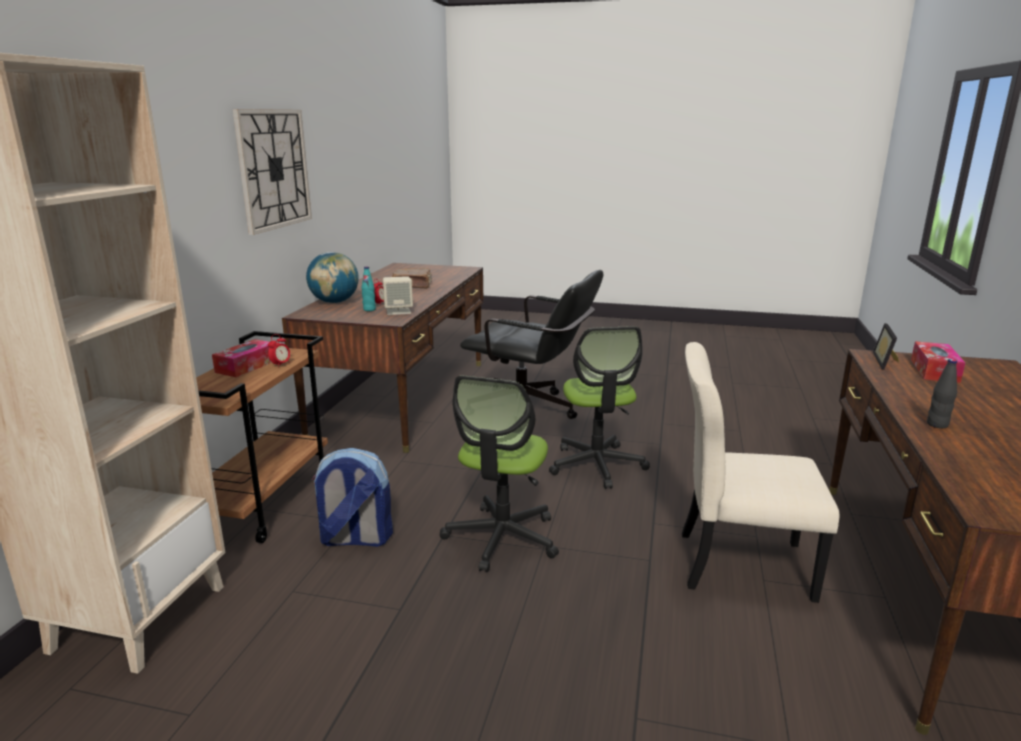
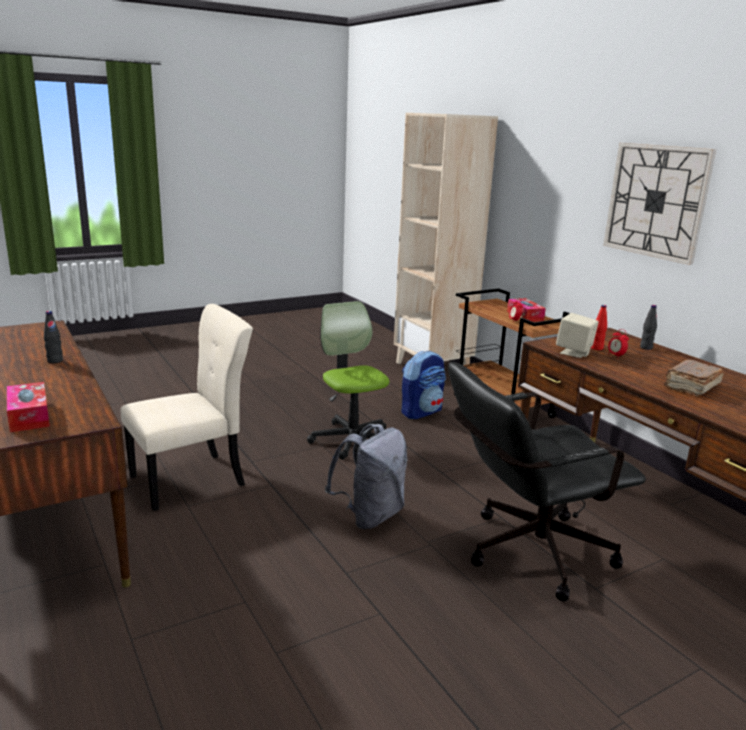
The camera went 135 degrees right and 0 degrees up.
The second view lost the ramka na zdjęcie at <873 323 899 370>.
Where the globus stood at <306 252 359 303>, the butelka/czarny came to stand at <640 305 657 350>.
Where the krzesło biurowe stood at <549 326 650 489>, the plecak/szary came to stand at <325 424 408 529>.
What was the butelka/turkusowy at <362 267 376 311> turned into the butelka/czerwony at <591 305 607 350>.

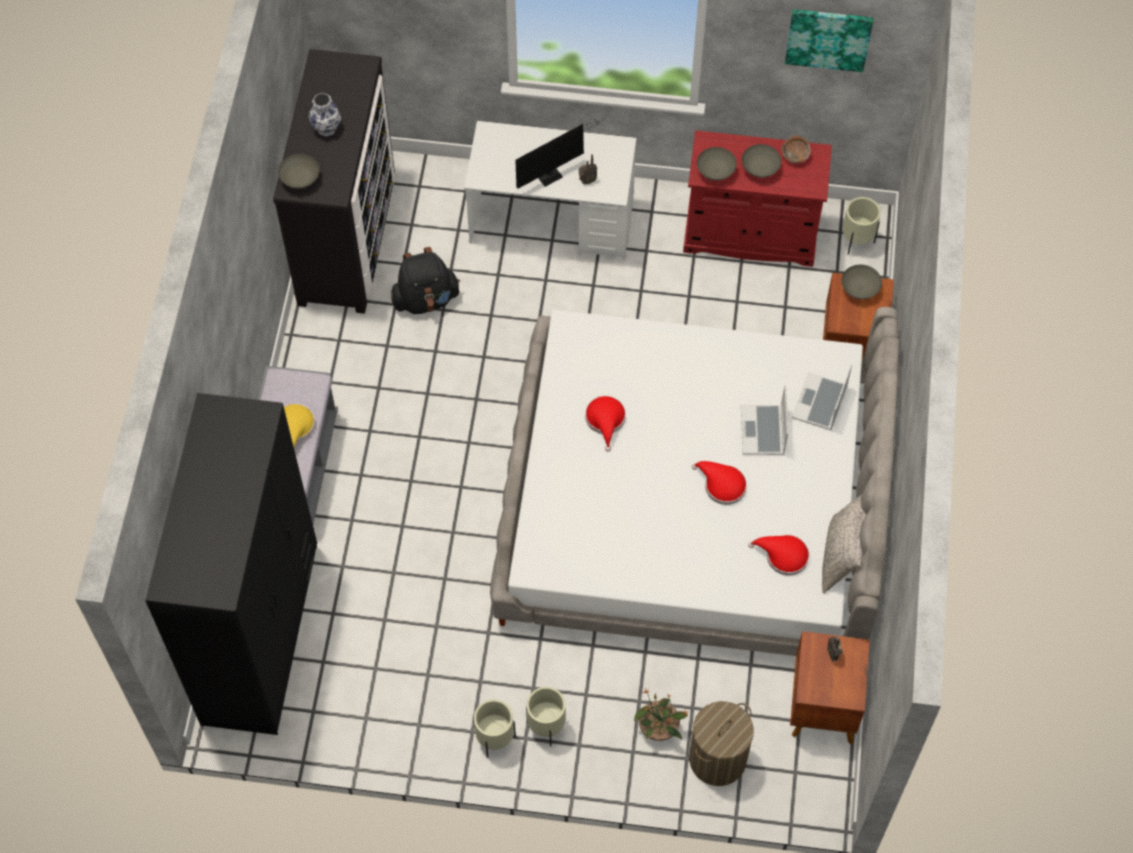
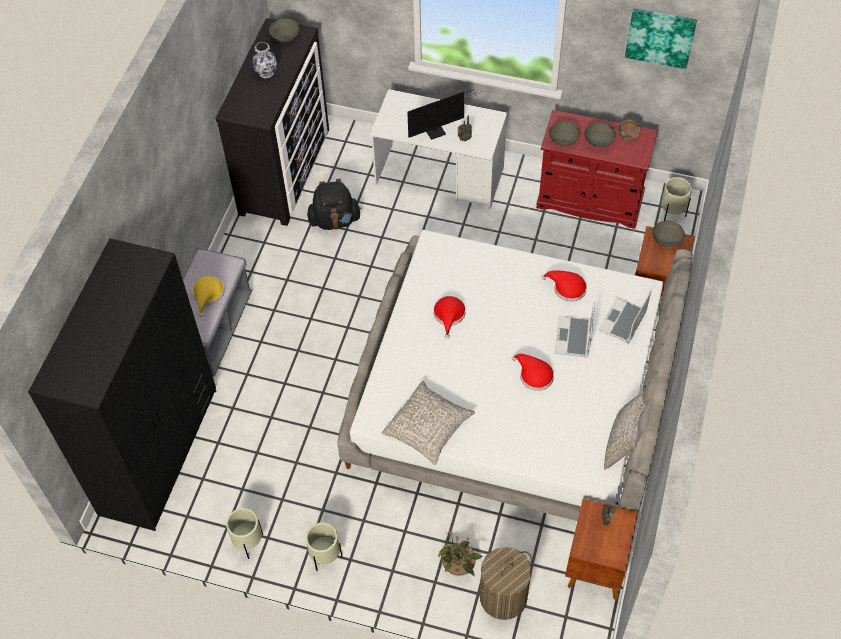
The camera went 10 degrees right and 5 degrees down.
The second view gained the poduszka/szary at <382 381 475 465>.
The miska/szary ended up elsewhere, having gone from <278 154 320 189> to <269 18 300 42>.
The donica/beżowy ended up elsewhere, having gone from <526 687 566 747> to <226 508 263 559>.
The kapelusz/czerwony ended up elsewhere, having gone from <748 535 809 576> to <541 271 587 302>.

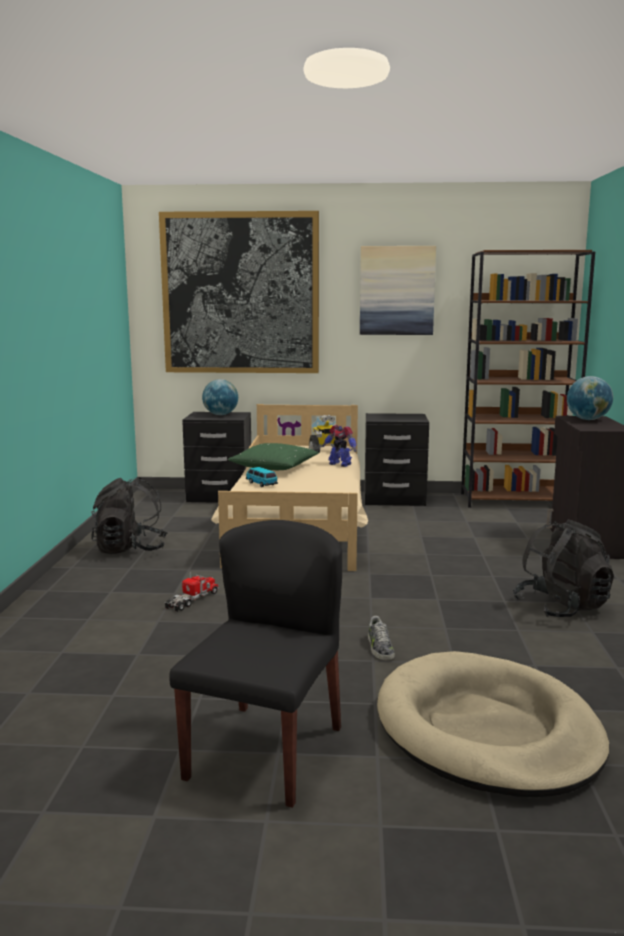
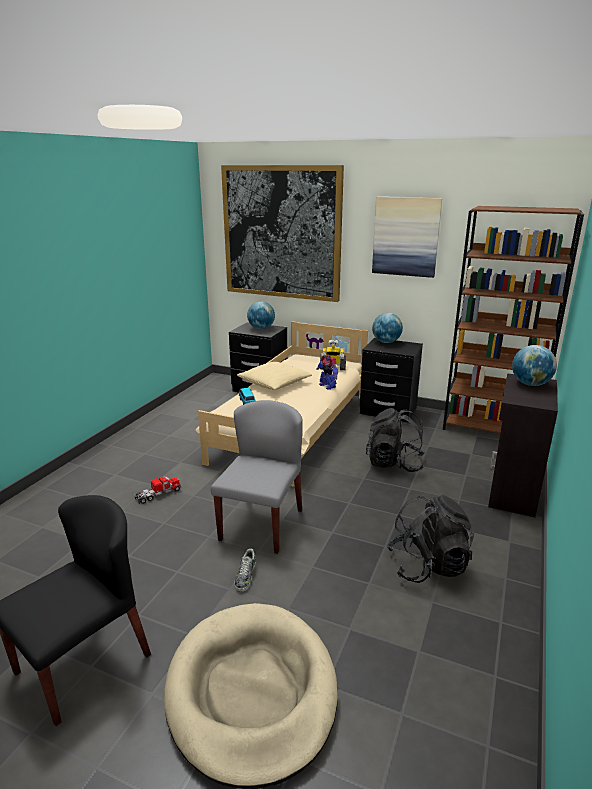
The camera went 20 degrees right and 10 degrees up.
The second view gained the krzesło/szary at <211 400 303 554>.
The second view gained the globus at <372 313 403 343>.
The plecak/czarny ended up elsewhere, having gone from <91 477 168 554> to <366 408 425 472>.
What was the poduszka/zielony at <228 443 319 470> turned into the poduszka/beżowy at <237 362 312 390>.

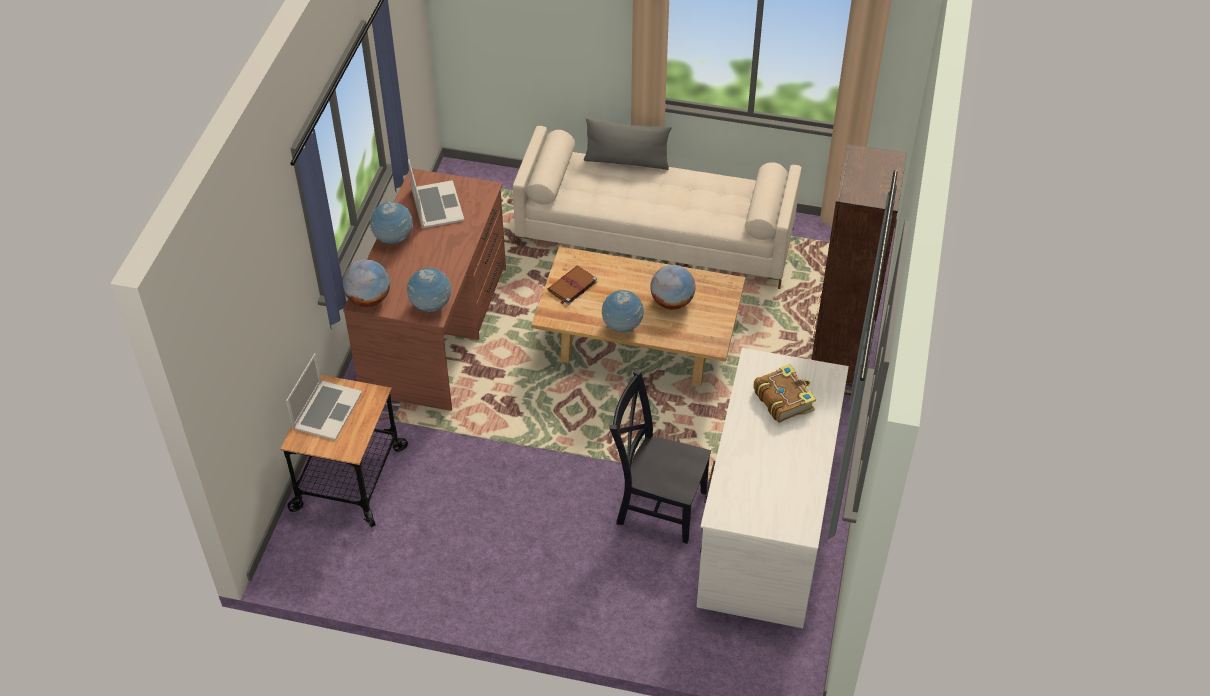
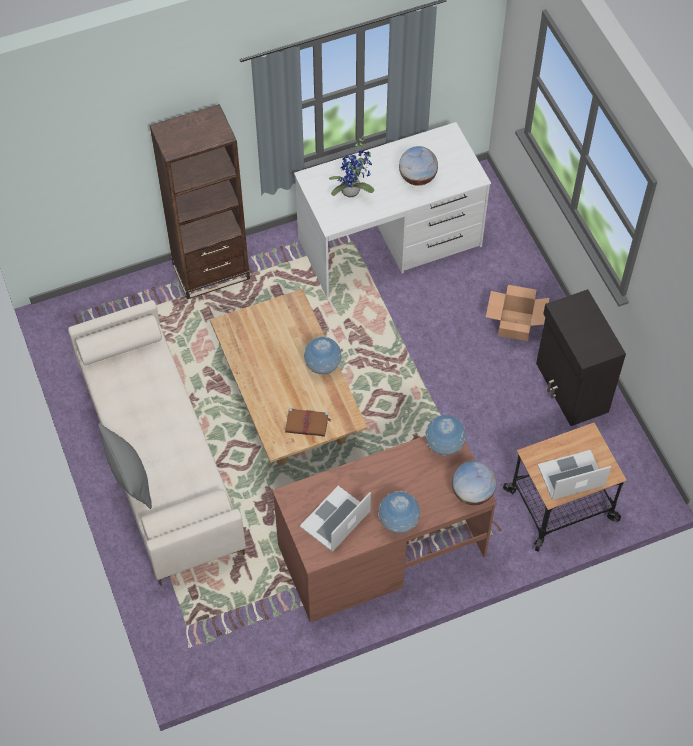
The camera went 125 degrees left and 10 degrees up.
The second view lost the krzesło/czarny at <610 370 711 544>.
The second view gained the karton at <486 285 550 341>.
The second view gained the szafka/czarny at <536 289 626 426>.
The globus ended up elsewhere, having gone from <651 265 695 310> to <399 146 438 186>.
Where the książka stood at <753 364 816 423>, the roślina doniczkowa came to stand at <329 136 374 197>.

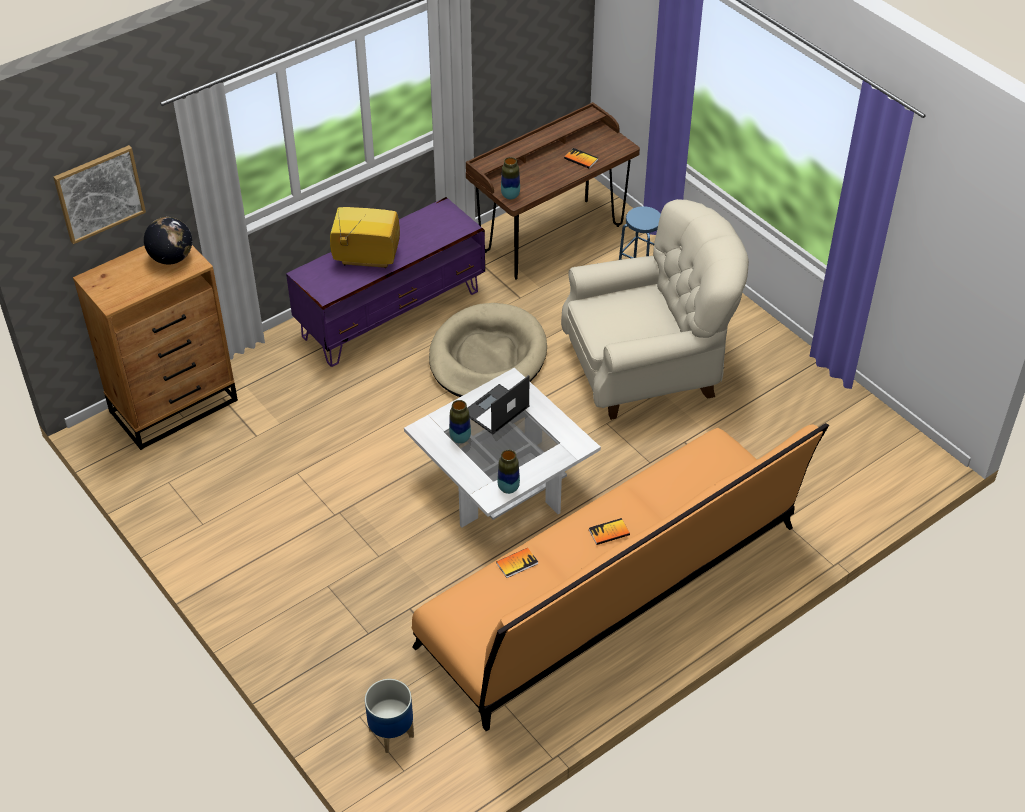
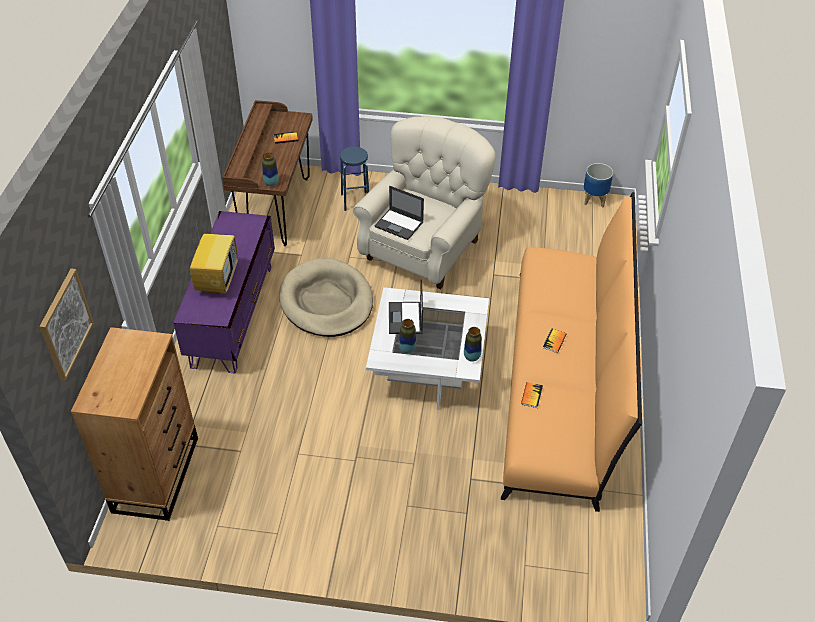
The camera went 45 degrees left and 0 degrees up.
The second view lost the globus at <144 217 192 265>.
The second view gained the laptop at <374 186 424 240>.
The donica ended up elsewhere, having gone from <365 679 414 753> to <584 163 613 207>.
The telewizor at <330 207 400 268> ended up facing another way, 135 degrees clockwise from before.

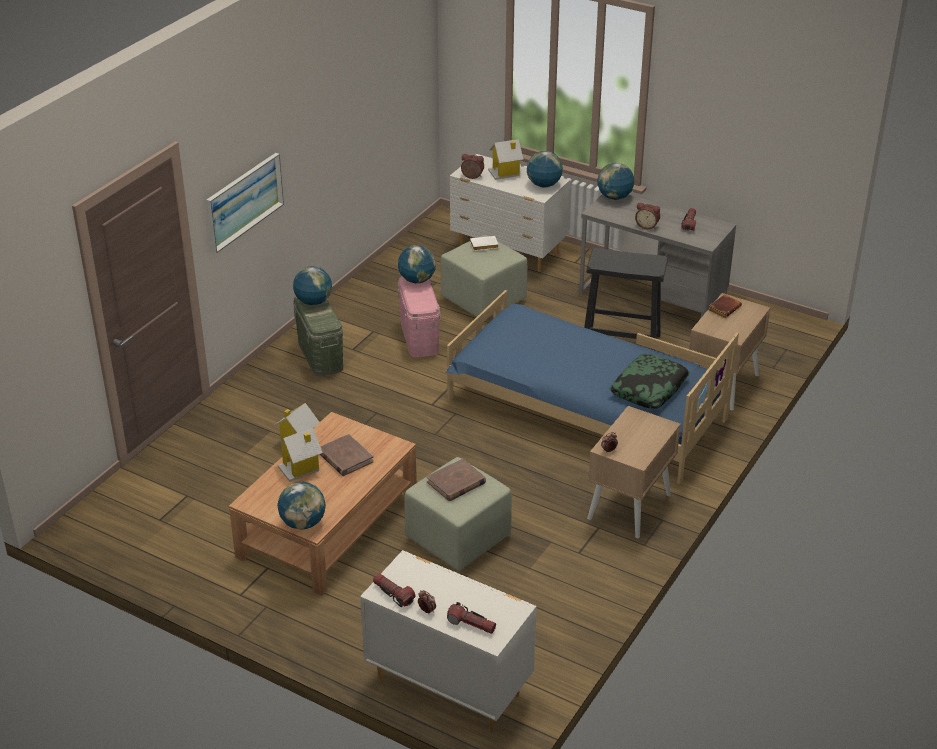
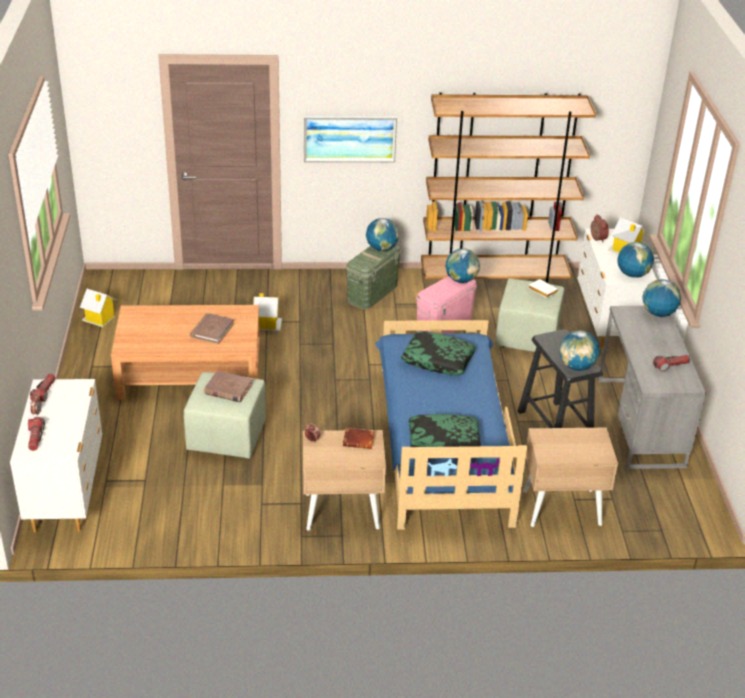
The camera went 55 degrees right and 0 degrees up.
The second view lost the budzik at <635 202 660 229>.
The second view gained the poduszka at <401 331 476 375>.
The second view gained the regał/brązowy at <421 92 596 283>.
The domek ended up elsewhere, having gone from <277 428 323 482> to <80 289 117 327>.
The globus ended up elsewhere, having gone from <277 482 326 530> to <559 330 600 371>.
The książka/brązowy ended up elsewhere, having gone from <708 294 742 318> to <343 428 374 449>.

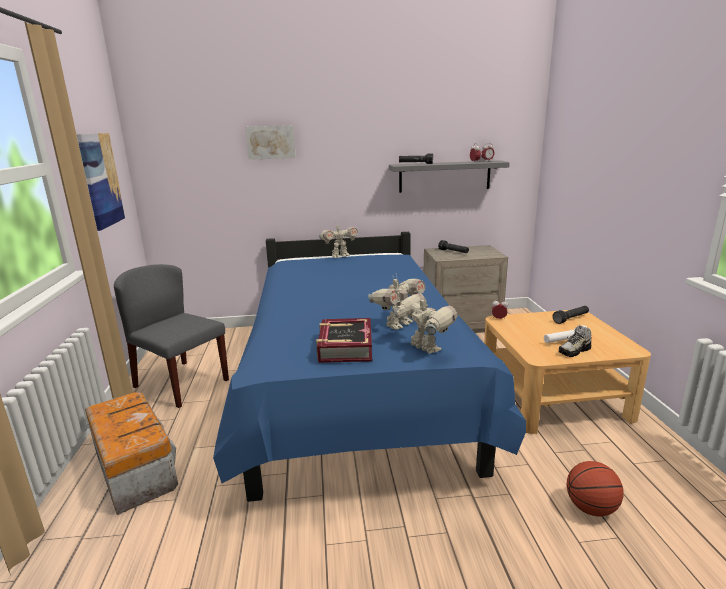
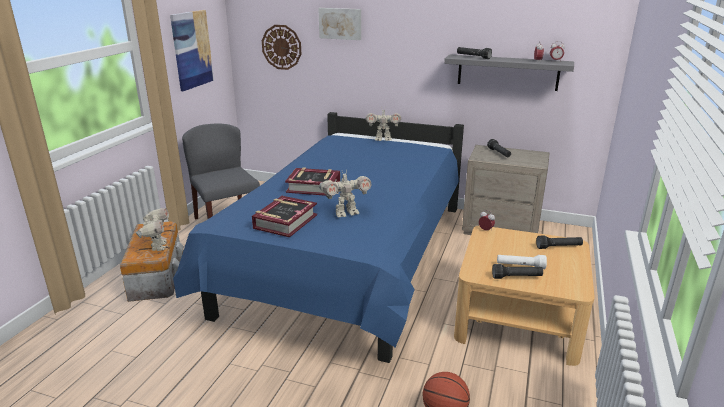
The camera went 25 degrees right and 5 degrees up.
The second view gained the zegar ścienny at <262 25 302 70>.
The second view gained the książka at <285 168 340 196>.
The robot zabawkowy ended up elsewhere, having gone from <393 293 458 354> to <136 208 169 251>.
Where the but stood at <559 325 592 357>, the latarka/czarny came to stand at <492 264 543 279>.

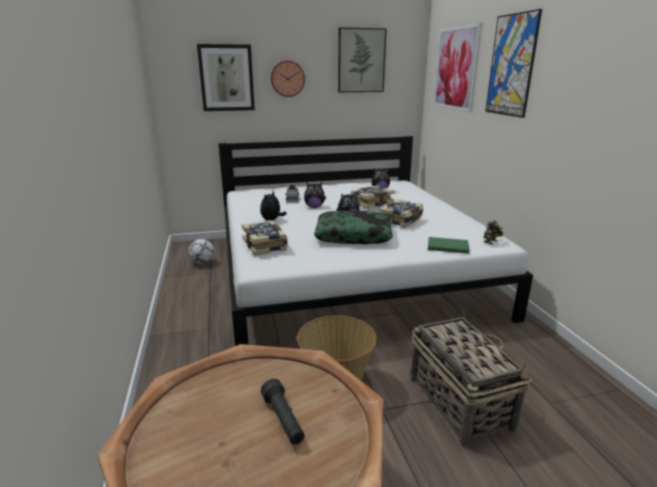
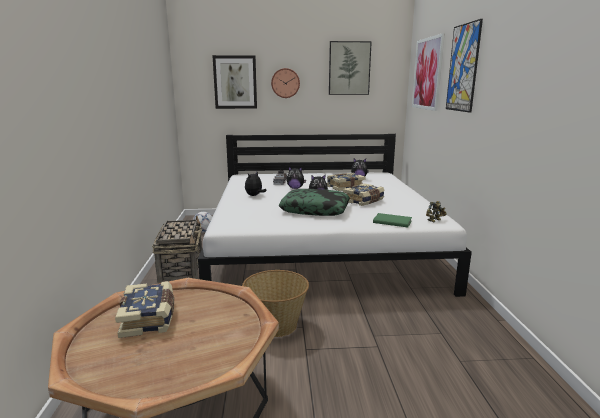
The camera went 10 degrees right and 5 degrees down.
The second view lost the latarka/czarny at <261 379 305 445>.
The książka ended up elsewhere, having gone from <242 220 288 256> to <115 281 174 338>.
The koszyk ended up elsewhere, having gone from <410 311 532 447> to <152 216 203 283>.

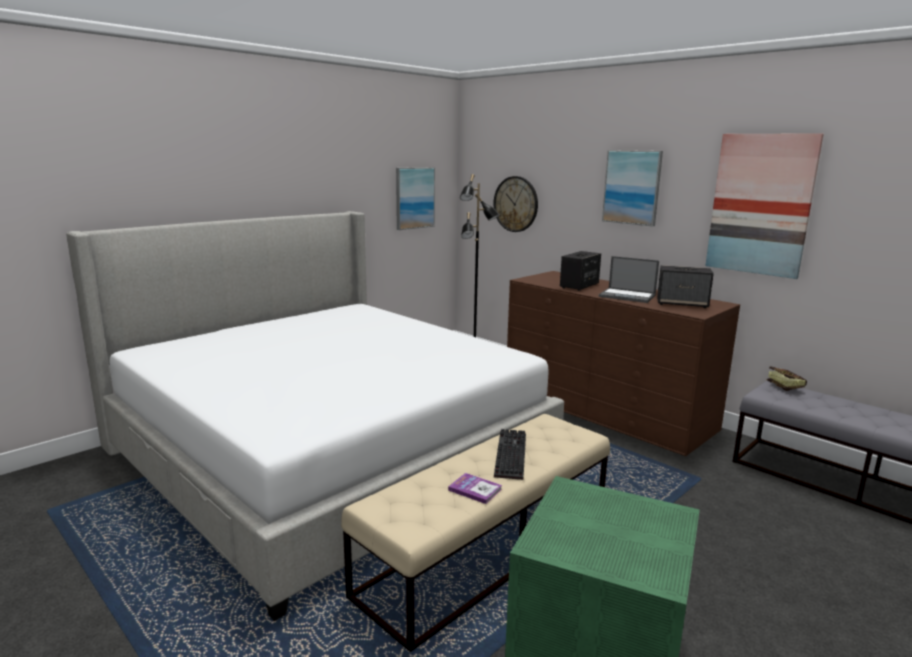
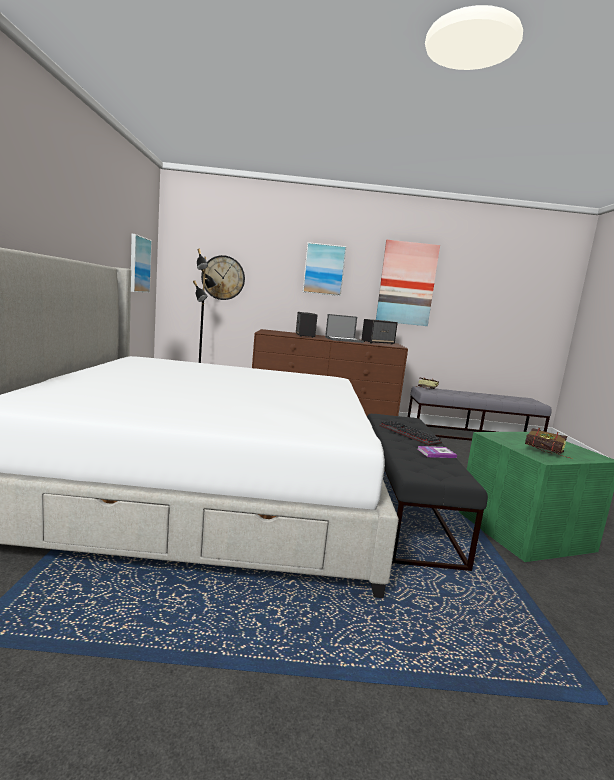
The camera went 45 degrees left and 5 degrees down.
The second view gained the książka at <525 428 572 459>.
What was the ławka/beżowy at <341 414 610 652> turned into the ławka/czarny at <367 414 488 571>.

